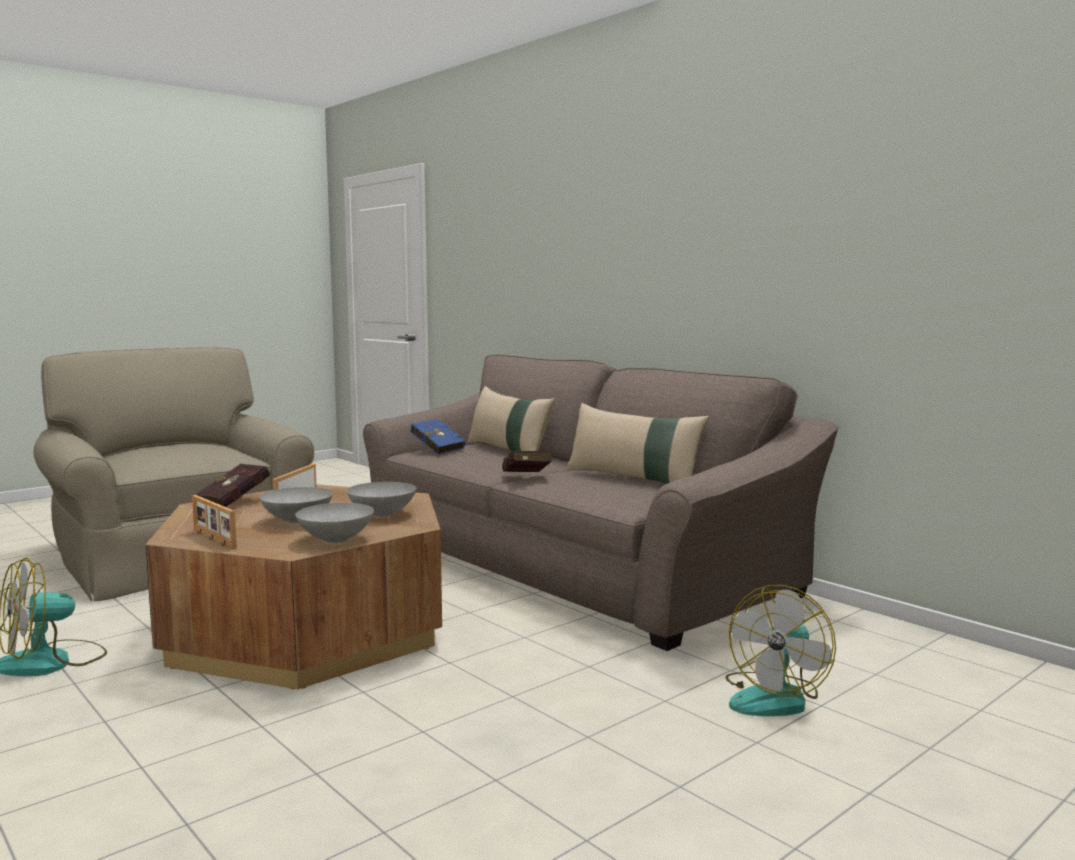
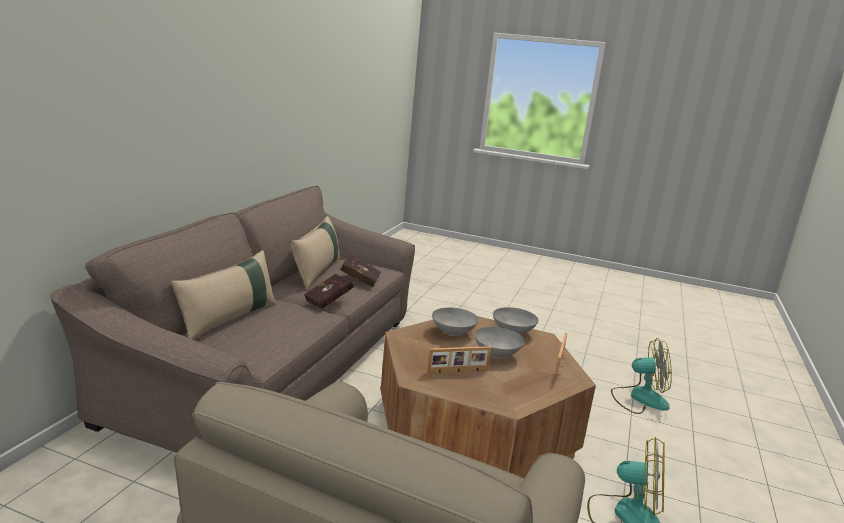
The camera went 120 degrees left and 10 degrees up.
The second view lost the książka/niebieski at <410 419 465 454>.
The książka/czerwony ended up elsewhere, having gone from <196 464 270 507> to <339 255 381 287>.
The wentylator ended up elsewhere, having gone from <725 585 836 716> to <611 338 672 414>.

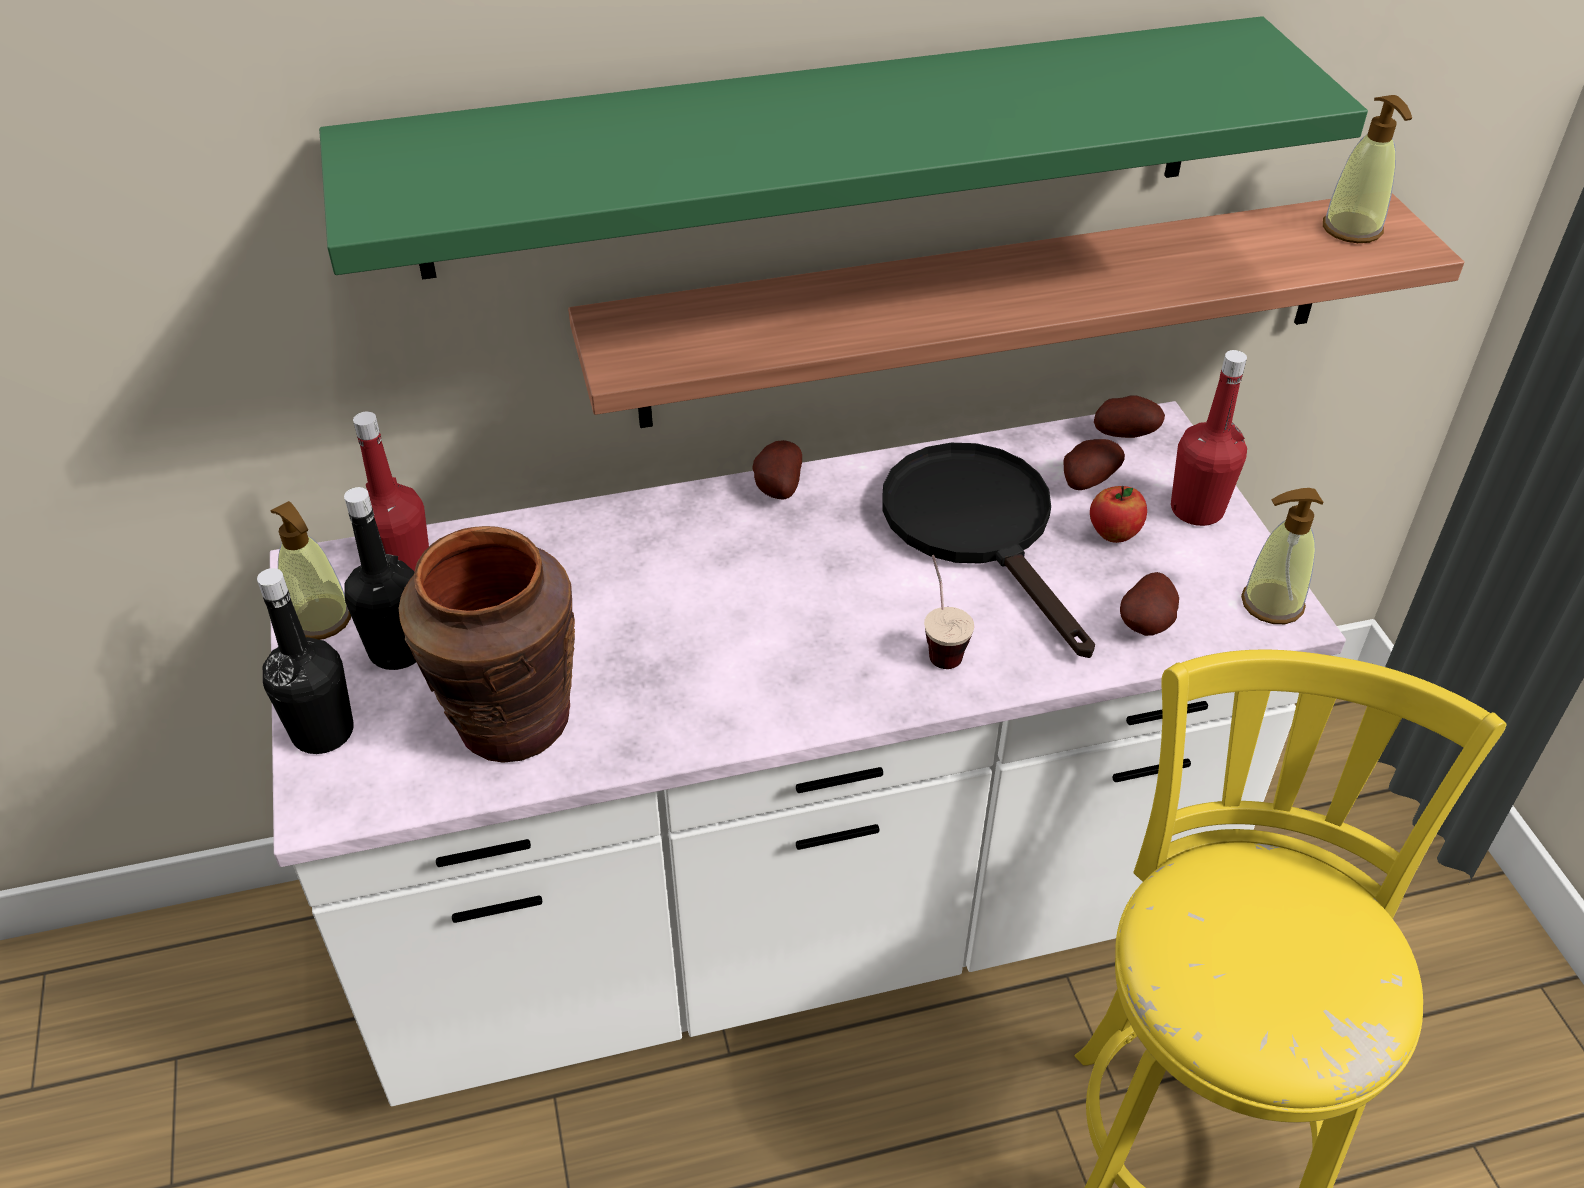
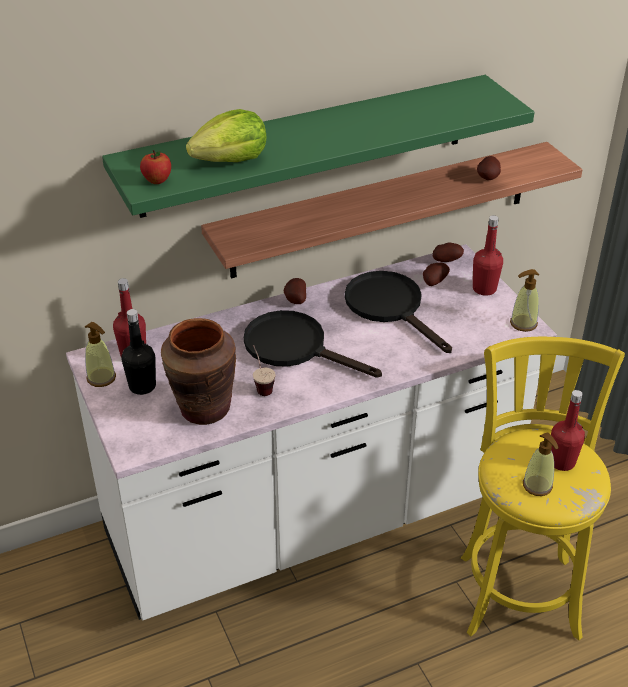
The camera went 10 degrees left and 5 degrees down.
The second view lost the butelka/czarny at <257 568 354 754>.
The second view gained the sałata at <186 109 266 162>.
The second view gained the patelnia/czarny at <244 310 382 378>.
The second view gained the butelka/czerwony at <551 390 585 471>.
The filiżanka ended up elsewhere, having gone from <924 555 974 669> to <253 345 276 396>.
The jabłko ended up elsewhere, having gone from <1090 486 1147 543> to <140 150 171 184>.
The ziemniak ended up elsewhere, having gone from <1120 572 1179 636> to <477 156 501 180>.
The dozownik mydła ended up elsewhere, having gone from <1323 95 1412 243> to <523 432 559 496>.

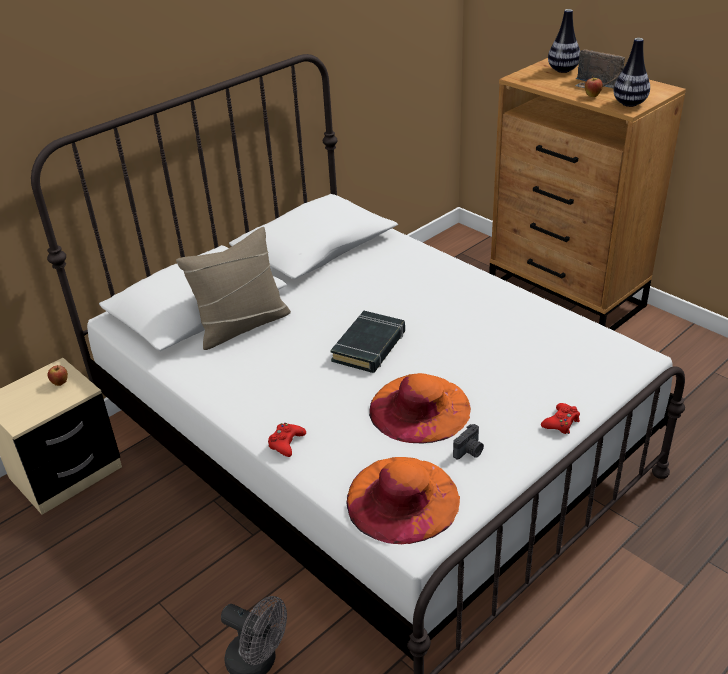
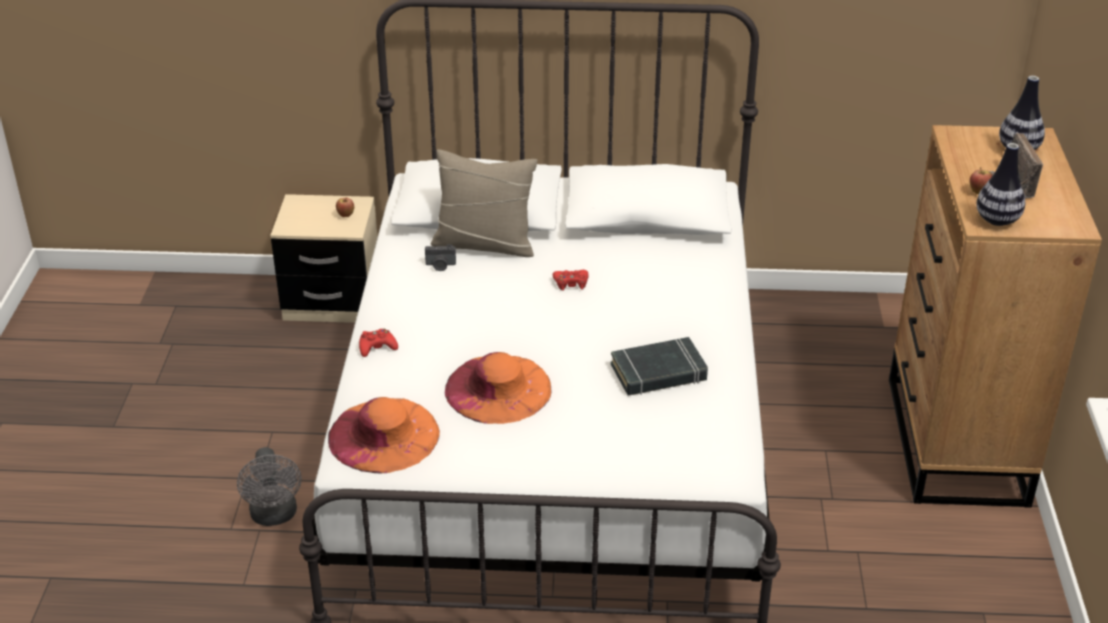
The camera went 45 degrees right and 0 degrees up.
The książka/czarny ended up elsewhere, having gone from <330 311 405 373> to <611 337 708 396>.
The aparat fotograficzny ended up elsewhere, having gone from <453 424 484 459> to <425 244 456 271>.
The pad do gier/czerwony ended up elsewhere, having gone from <541 403 580 434> to <553 270 589 291>.

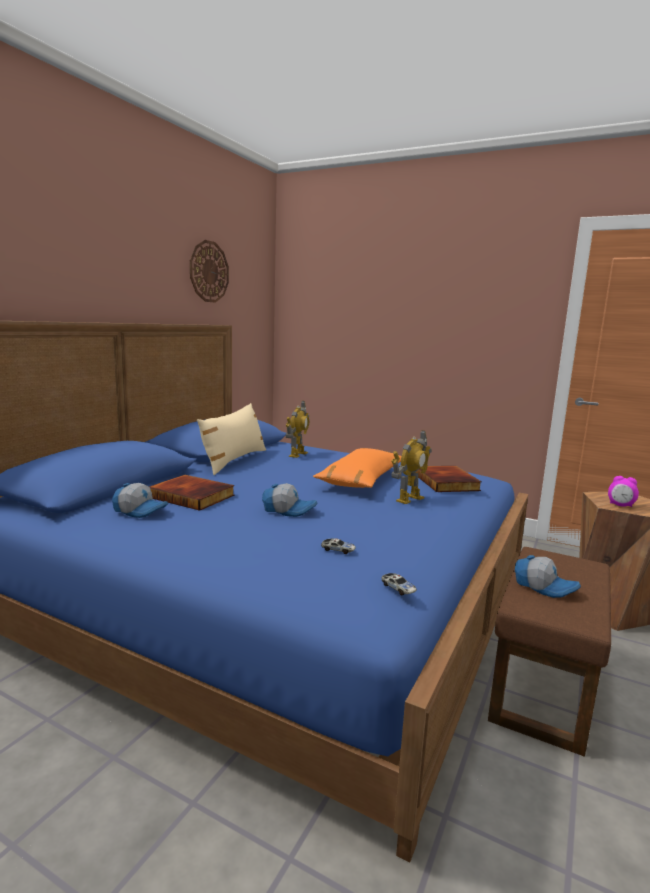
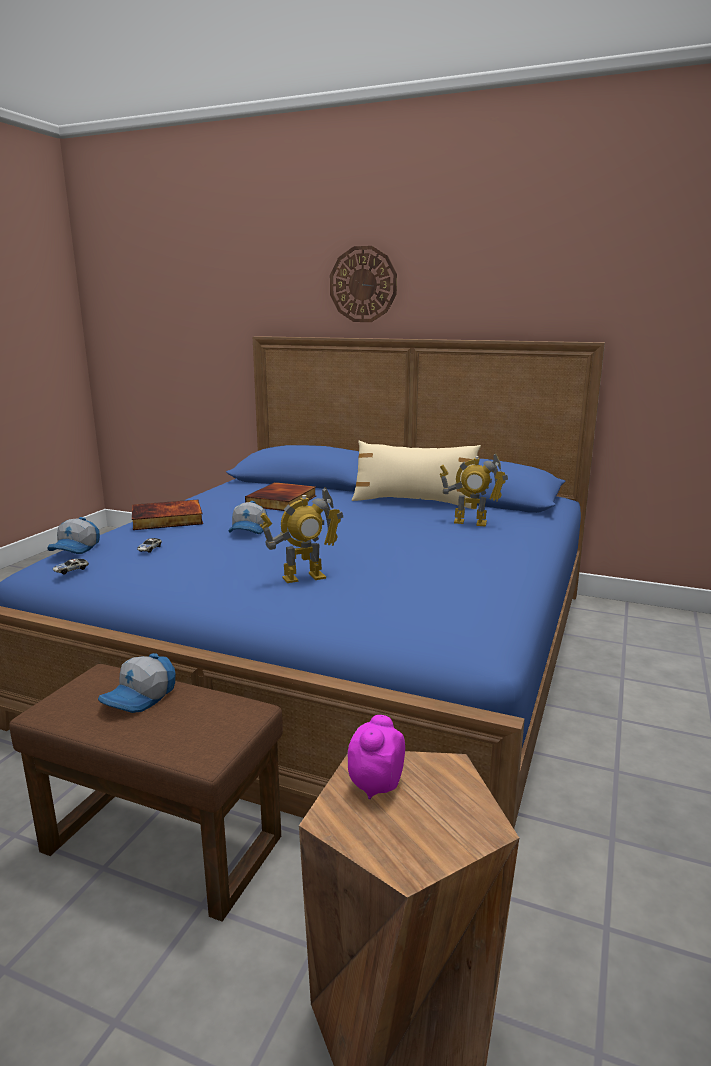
The camera went 85 degrees right and 5 degrees up.
The second view lost the poduszka/pomarańczowy at <313 448 401 488>.
The czapka z daszkiem ended up elsewhere, having gone from <112 483 168 518> to <47 517 100 554>.
The zegar ścienny ended up elsewhere, having gone from <190 240 229 303> to <330 246 397 322>.
The książka ended up elsewhere, having gone from <416 466 482 492> to <132 500 203 530>.
The robot zabawkowy at <391 430 432 504> ended up facing another way, 60 degrees counterclockwise from before.

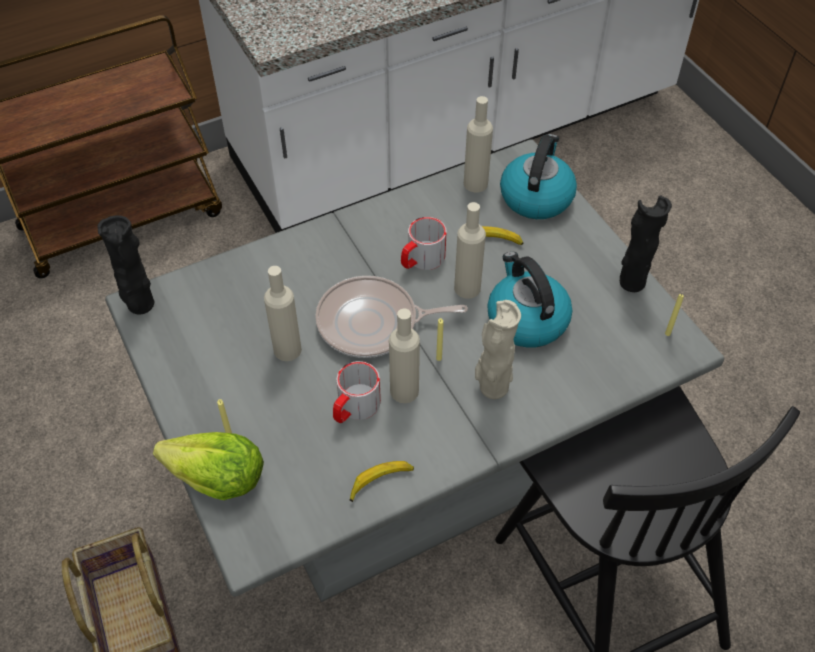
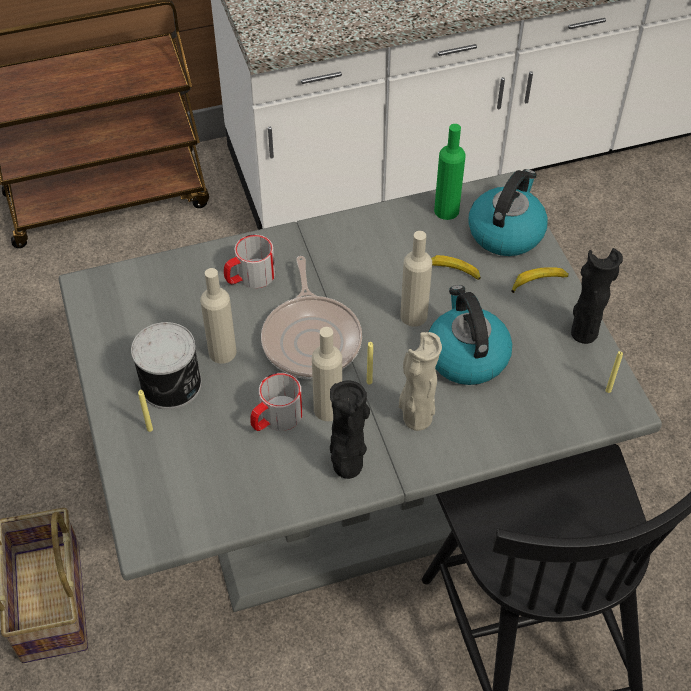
The camera went 10 degrees right and 0 degrees up.
The second view lost the sałata at <153 432 264 500>.
The second view gained the puszka at <131 322 202 410>.
The wazon/czarny ended up elsewhere, having gone from <98 215 154 315> to <330 380 370 479>.
The banan ended up elsewhere, having gone from <349 461 414 502> to <511 267 569 293>.
The kubek ended up elsewhere, having gone from <401 217 446 270> to <224 234 275 288>.
What was the butelka/beżowy at <464 96 493 192> turned into the butelka/zielony at <434 124 466 220>.
The patelnia at <315 276 468 358> ended up facing another way, 105 degrees counterclockwise from before.

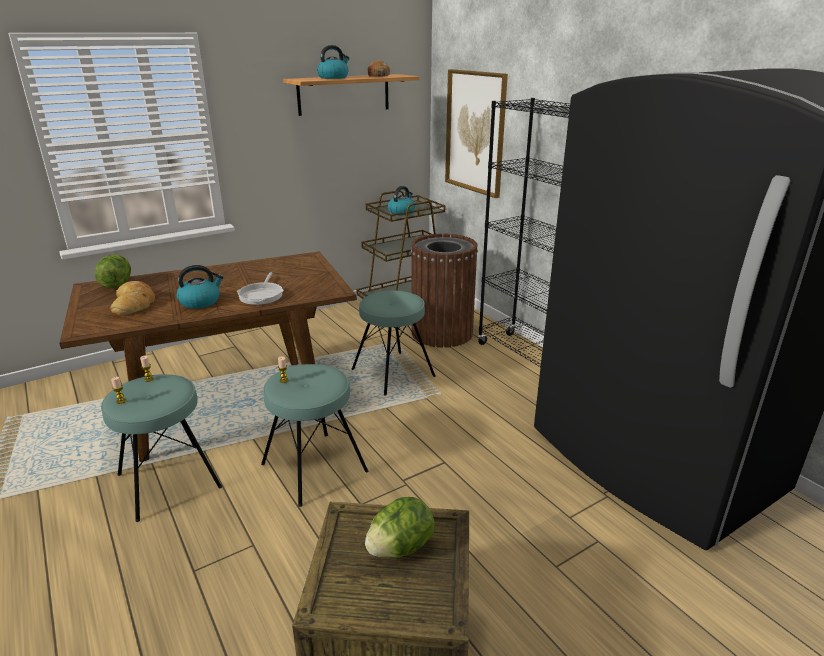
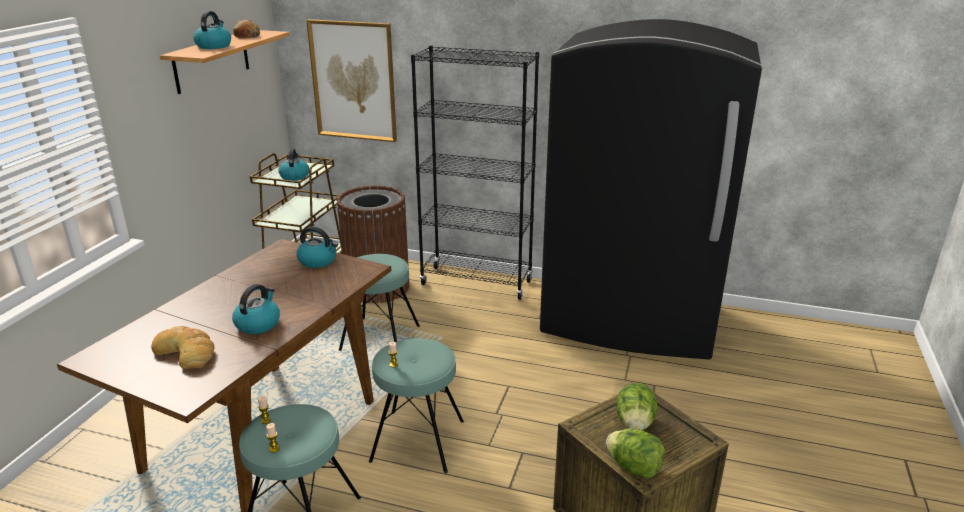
The camera went 40 degrees left and 0 degrees up.
The second view lost the patelnia at <237 272 284 305>.
The second view gained the czajnik at <296 227 338 268>.
The sałata ended up elsewhere, having gone from <95 254 131 288> to <606 428 665 478>.

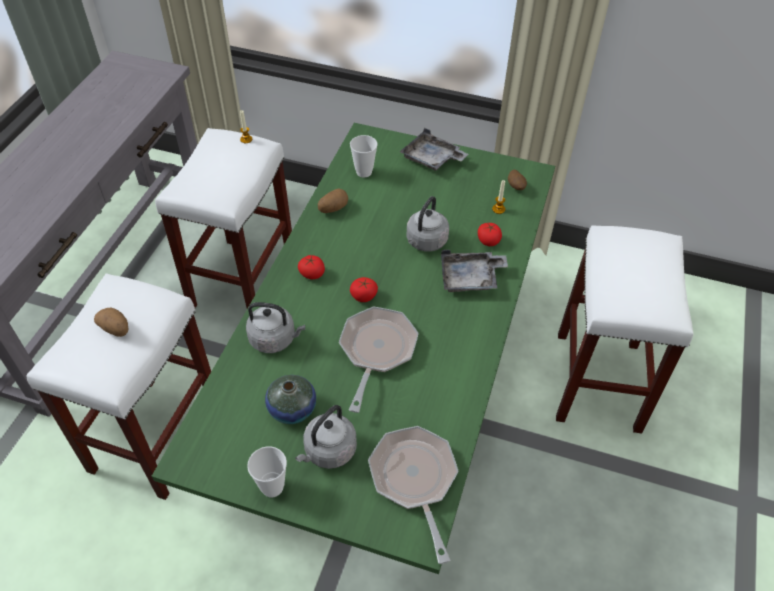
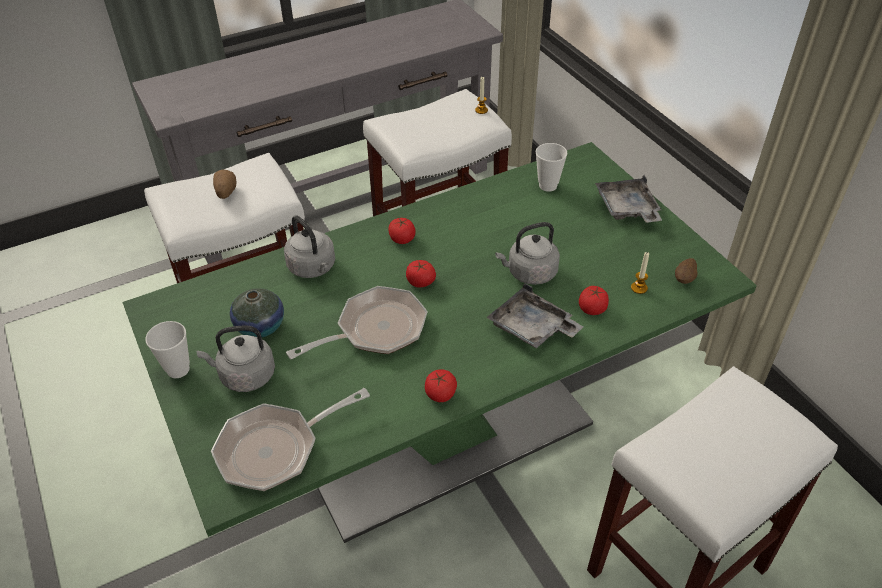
The camera went 45 degrees right and 5 degrees down.
The second view lost the ziemniak at <318 188 348 213>.
The second view gained the pomidor at <425 369 457 402>.
The patelnia at <368 426 458 564> ended up facing another way, 150 degrees counterclockwise from before.

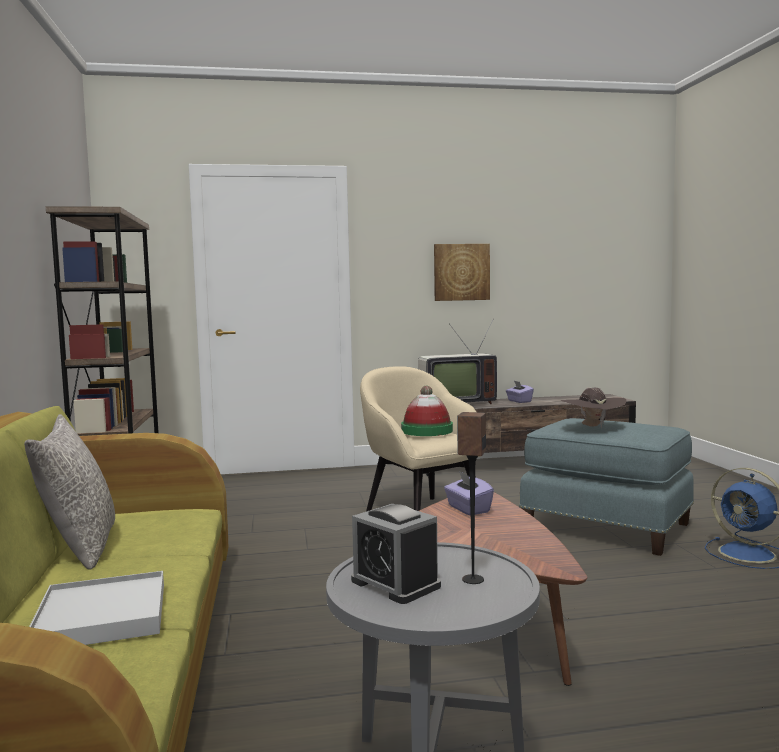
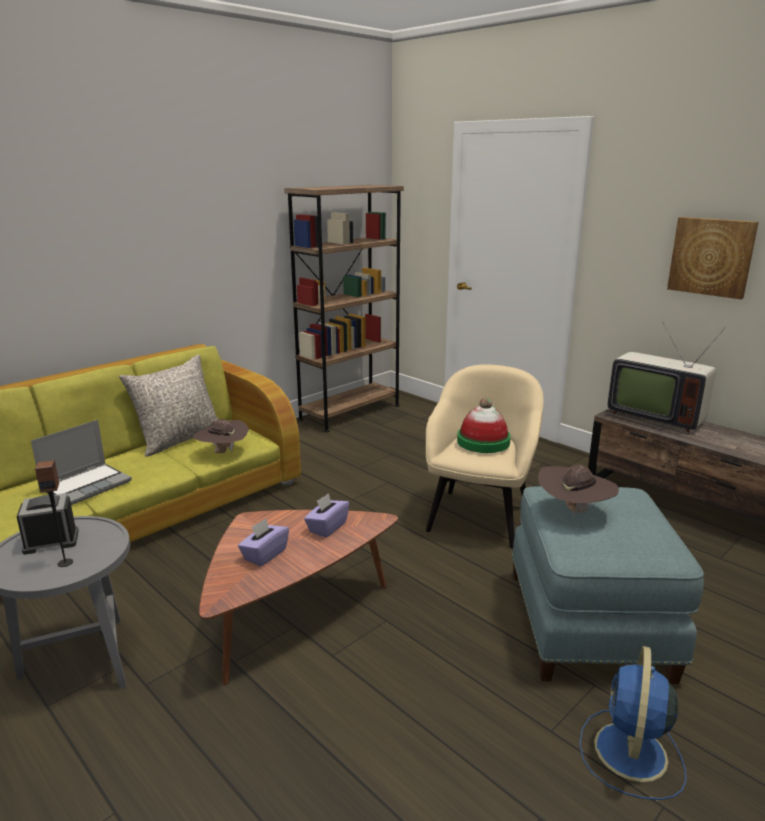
The camera went 55 degrees right and 15 degrees up.
The second view gained the kapelusz/brązowy at <193 419 249 453>.
The pudełko chusteczek/fioletowy ended up elsewhere, having gone from <506 381 534 403> to <238 518 289 566>.
Where the taca/biały stood at <29 571 164 645>, the laptop came to stand at <31 420 132 505>.
The budzik at <351 504 441 604> ended up facing another way, 60 degrees clockwise from before.

